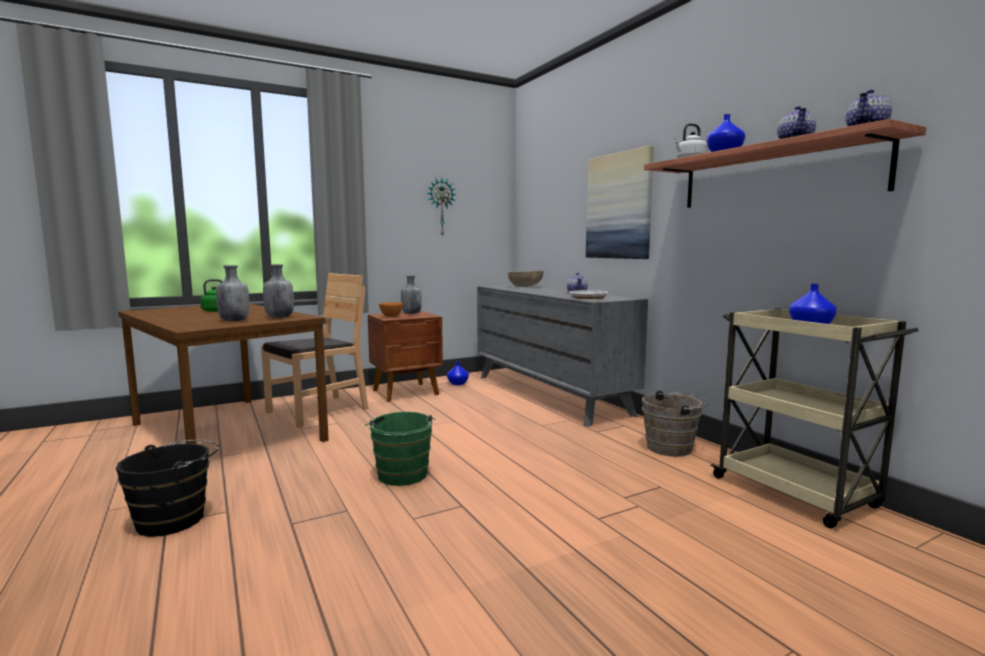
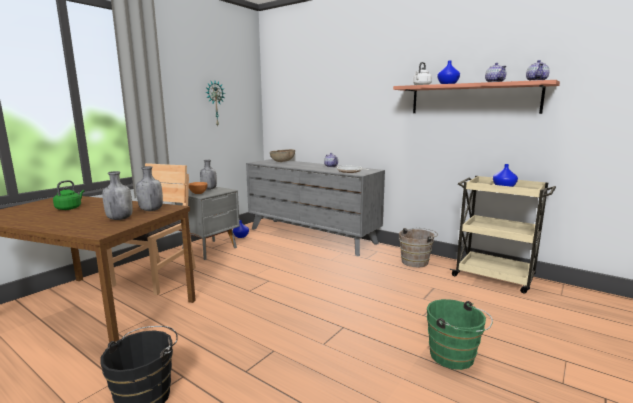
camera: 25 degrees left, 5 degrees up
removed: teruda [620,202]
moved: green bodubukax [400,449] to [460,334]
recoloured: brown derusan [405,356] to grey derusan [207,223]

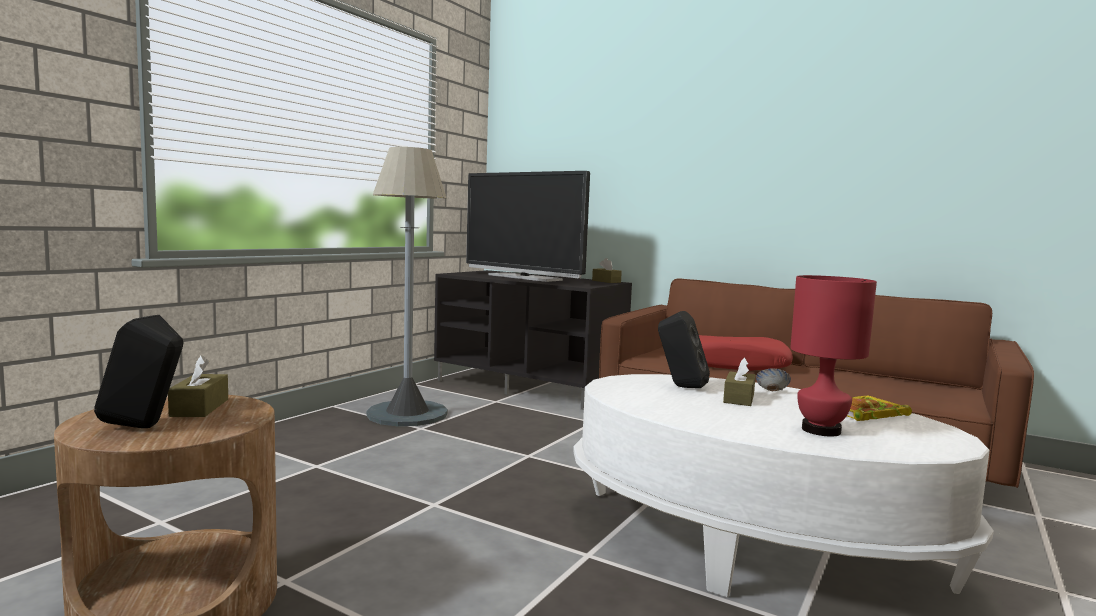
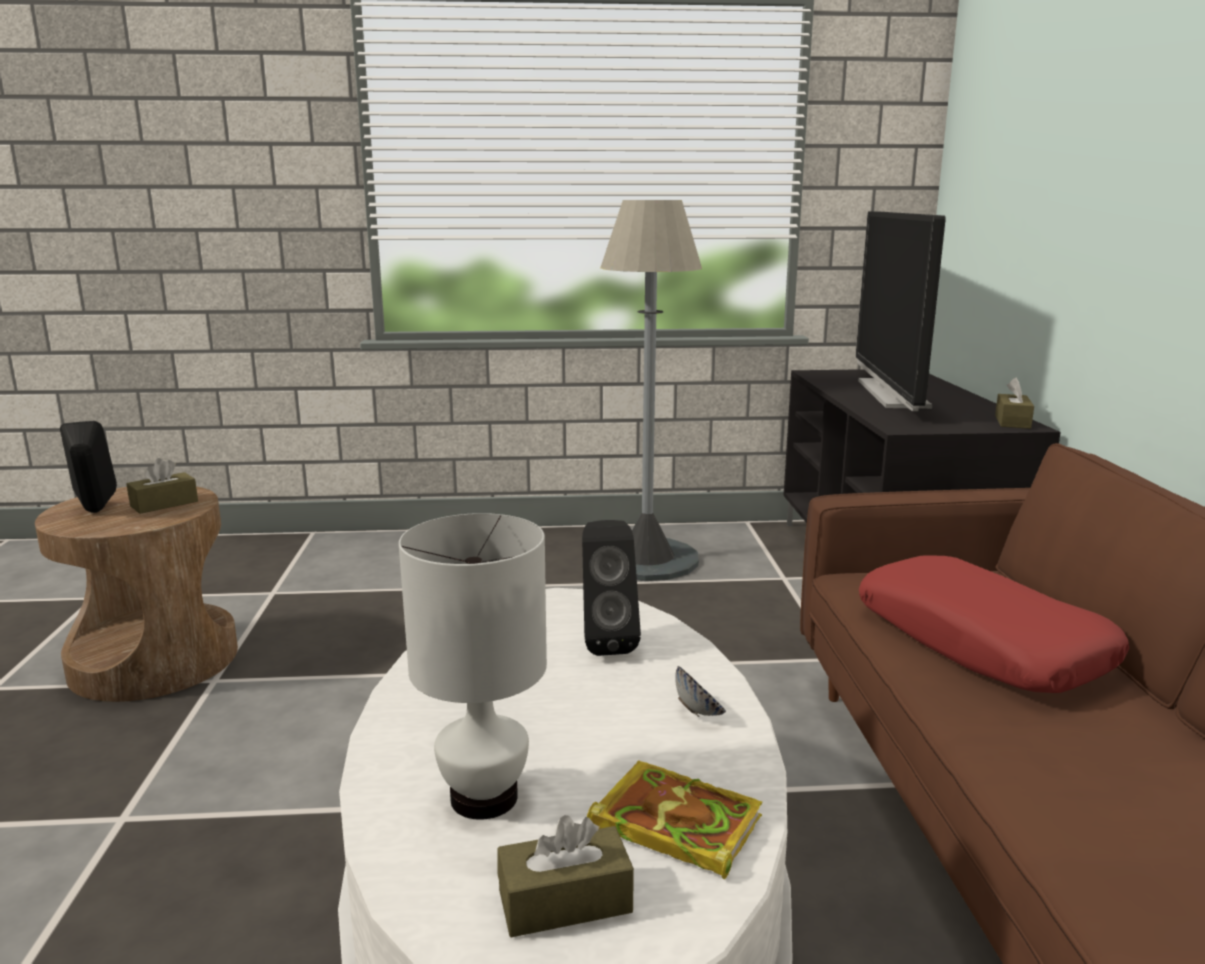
camera: 55 degrees right, 10 degrees up
moved: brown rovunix [739,381] to [566,876]
recoloured: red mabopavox [833,356] to white mabopavox [473,666]

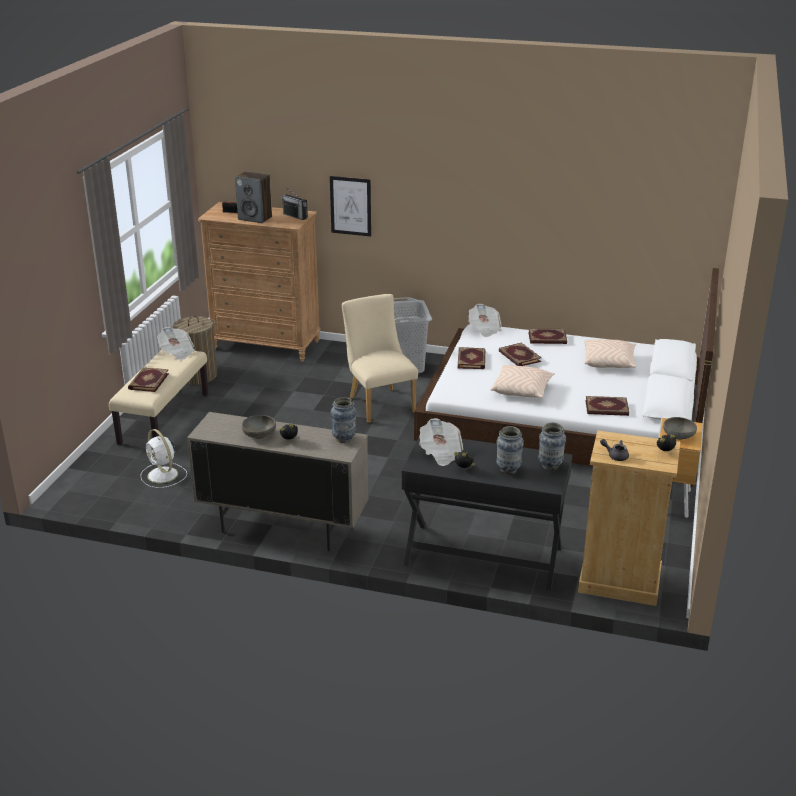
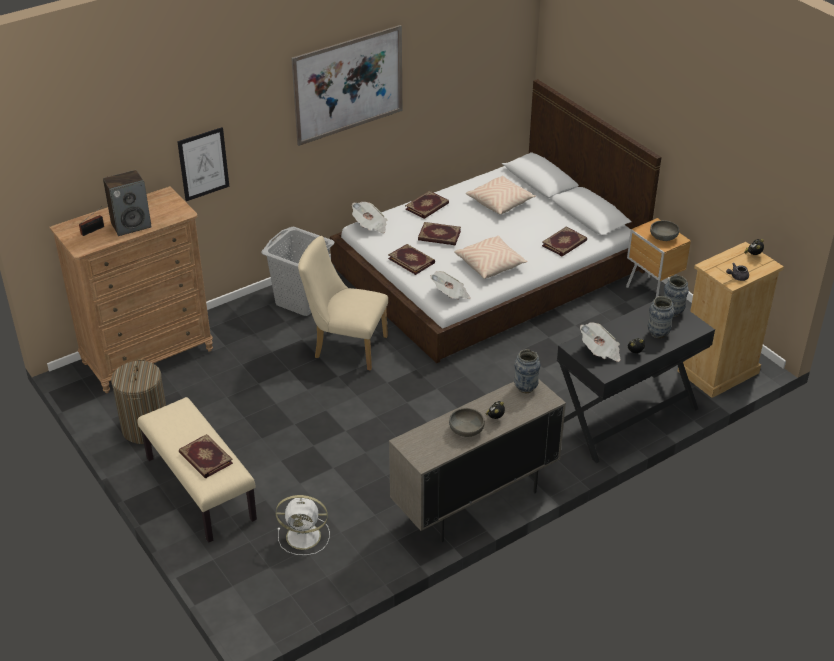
camera: 50 degrees left, 10 degrees up
removed: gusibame [294,204]
added: teruda [346,85]
moved: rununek [176,343] to [450,285]

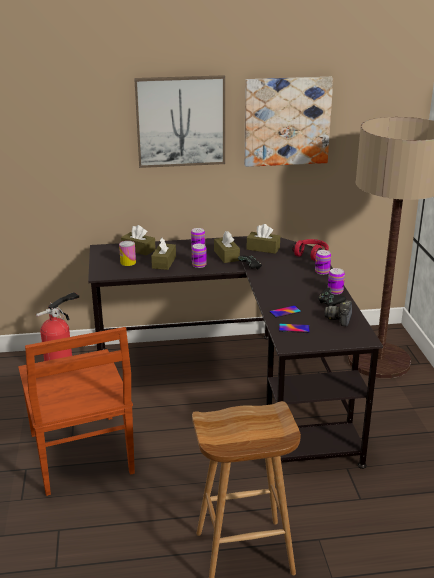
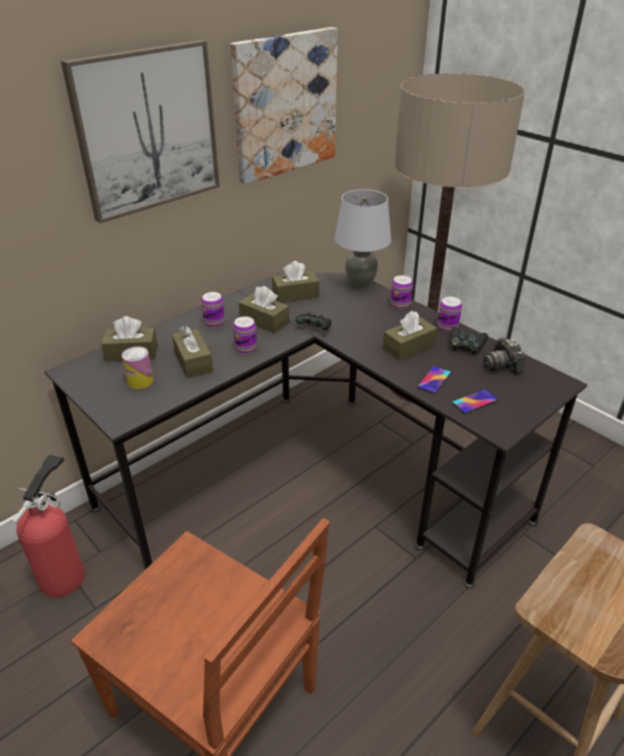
camera: 35 degrees left, 10 degrees up
added: brown rovunix [410,335]
replaced: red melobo [310,250] to grey mabopavox [362,239]

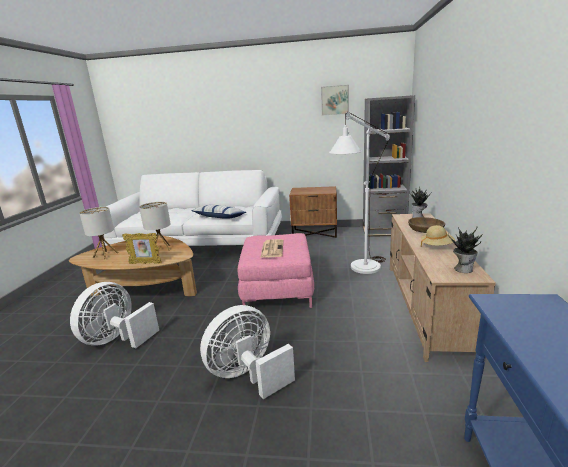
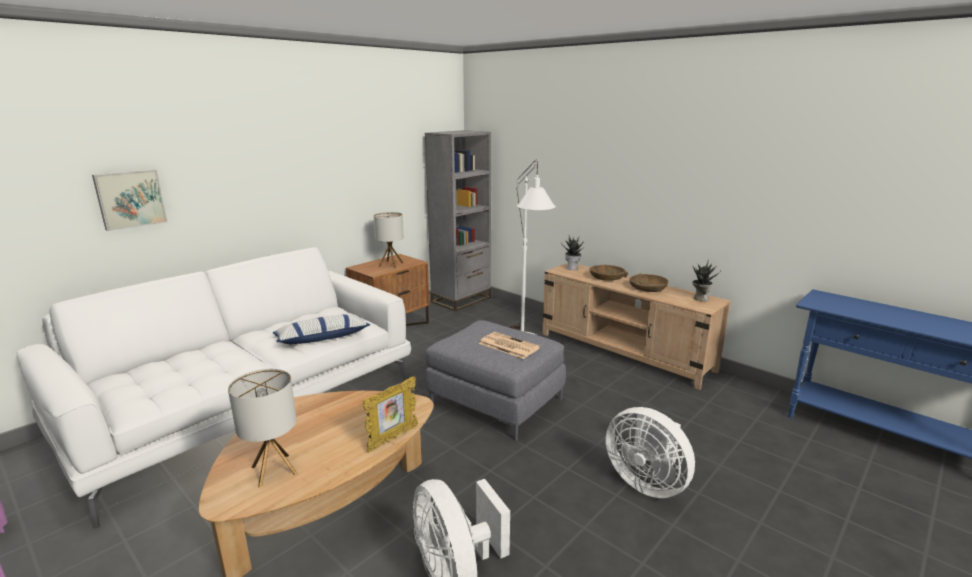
camera: 55 degrees left, 0 degrees up
moved: mabopavox [155,226] to [388,240]; teruda [335,100] to [129,200]
replaced: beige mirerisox [438,236] to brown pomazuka [649,283]
recoloured: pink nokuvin [276,272] to grey nokuvin [495,380]
turned: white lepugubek [247,352] = [650,452] 45 degrees counterclockwise

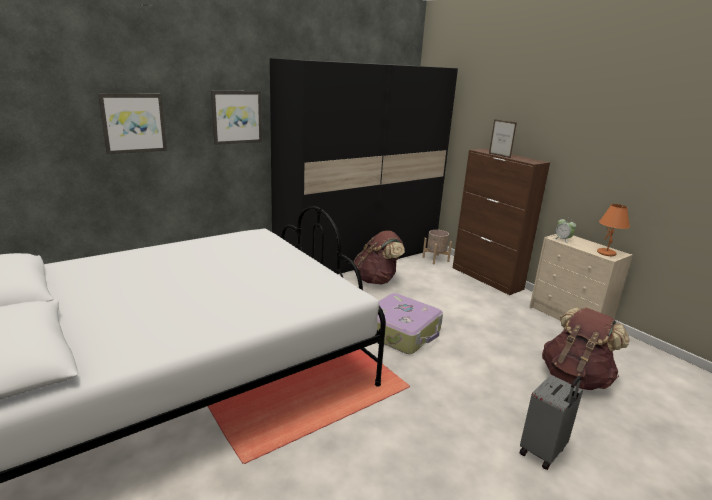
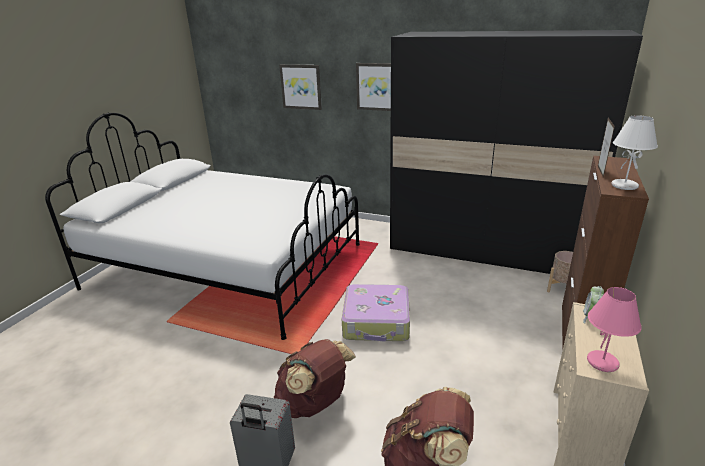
camera: 60 degrees right, 5 degrees up
added: white mabopavox [634,152]
moved: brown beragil [379,258] to [315,378]
recoloured: orange mabopavox [613,230] to pink mabopavox [614,329]

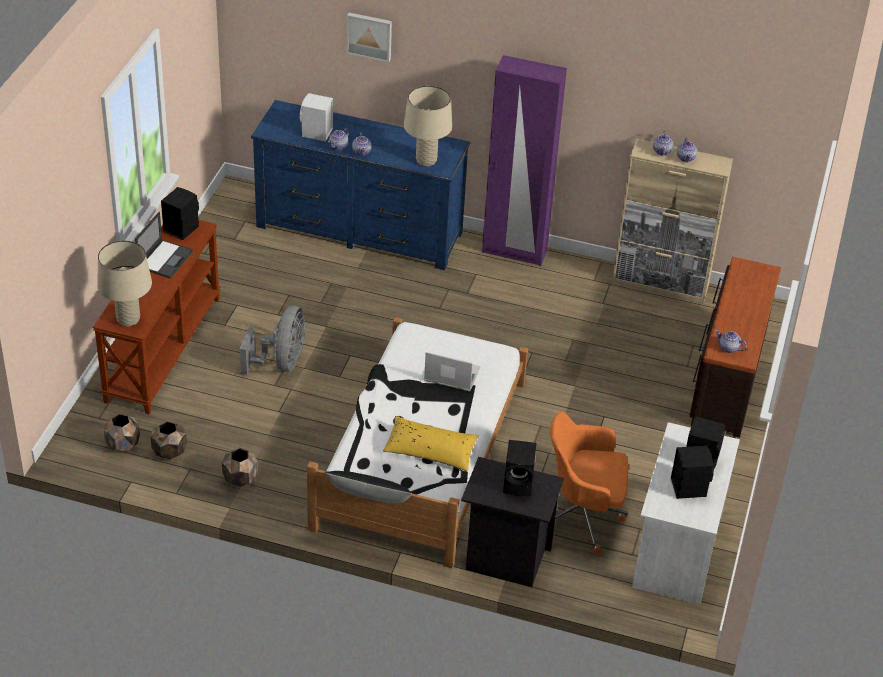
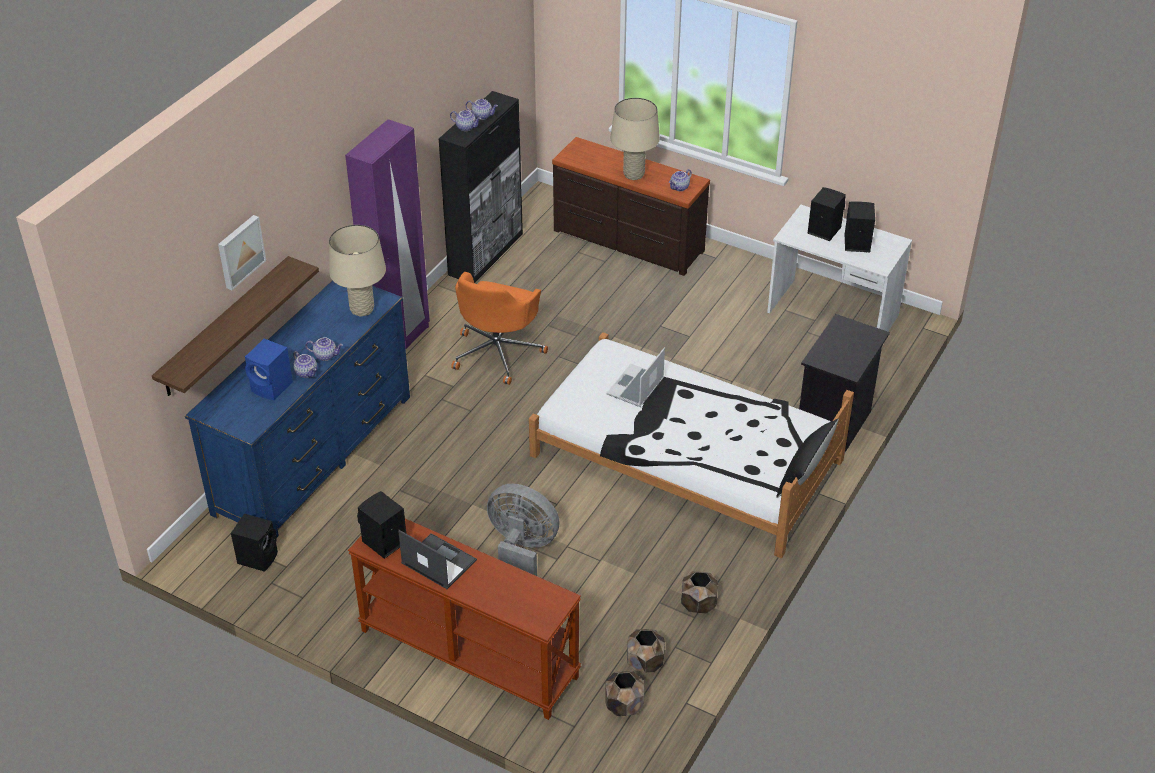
camera: 75 degrees left, 0 degrees up
removed: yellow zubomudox [431,443]
added: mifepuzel [235,326]
moved: beige mabopavox [124,284] to [635,139]; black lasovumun [520,468] to [254,543]; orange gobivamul [589,483] to [499,328]
recoloured: white lasovumun [316,117] to blue lasovumun [269,369]; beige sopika [672,221] to black sopika [481,187]

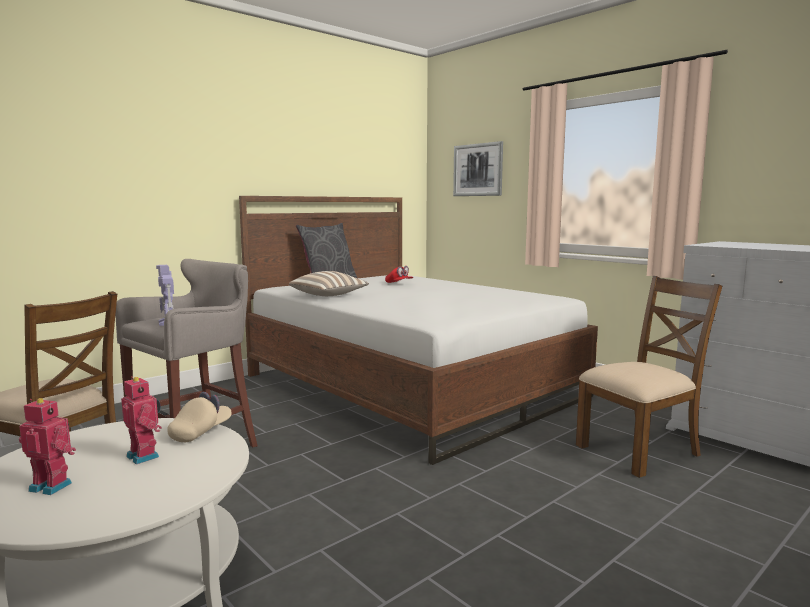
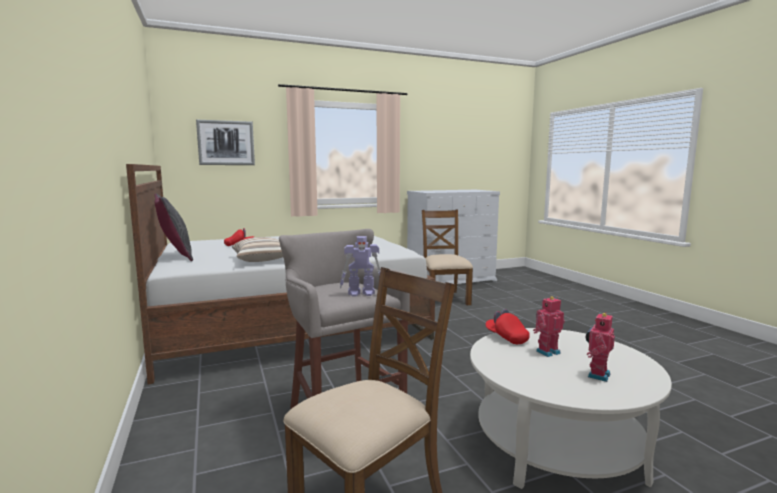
camera: 70 degrees left, 0 degrees up
recoloured: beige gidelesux [200,417] to red gidelesux [507,326]

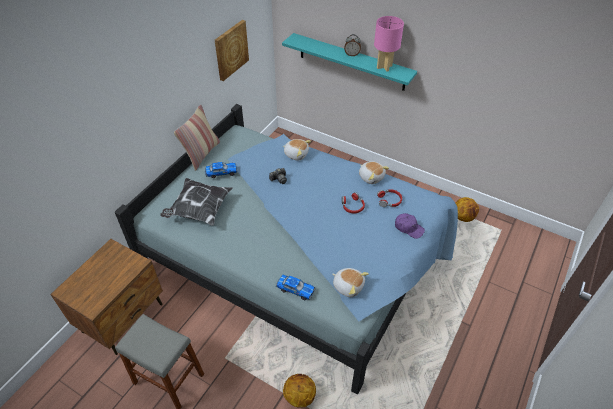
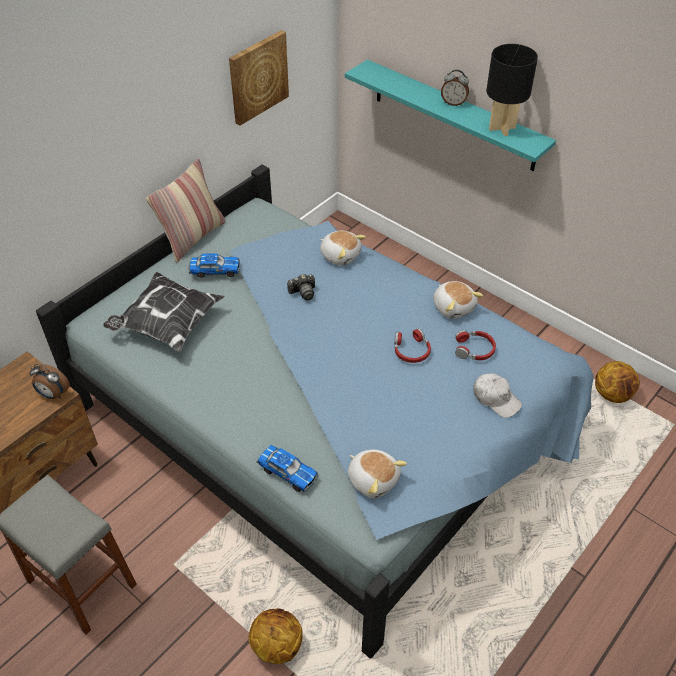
camera: 10 degrees right, 0 degrees up
added: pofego [49,381]
recoloured: pink mabopavox [389,43] to black mabopavox [512,90]; purple gidelesux [410,226] to white gidelesux [497,395]

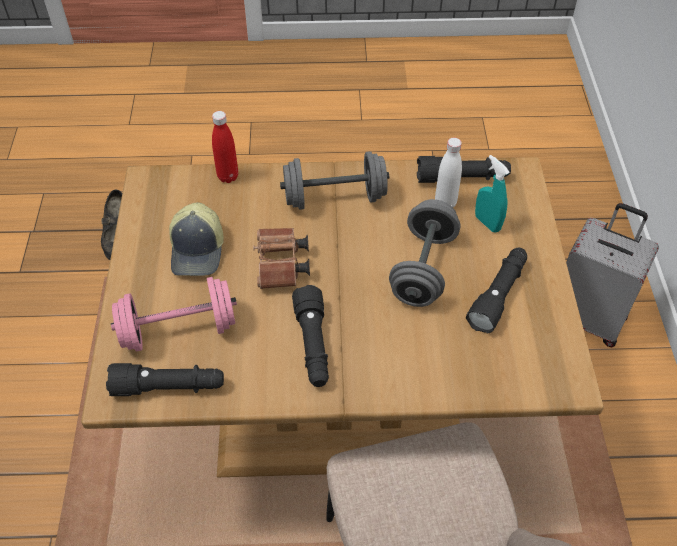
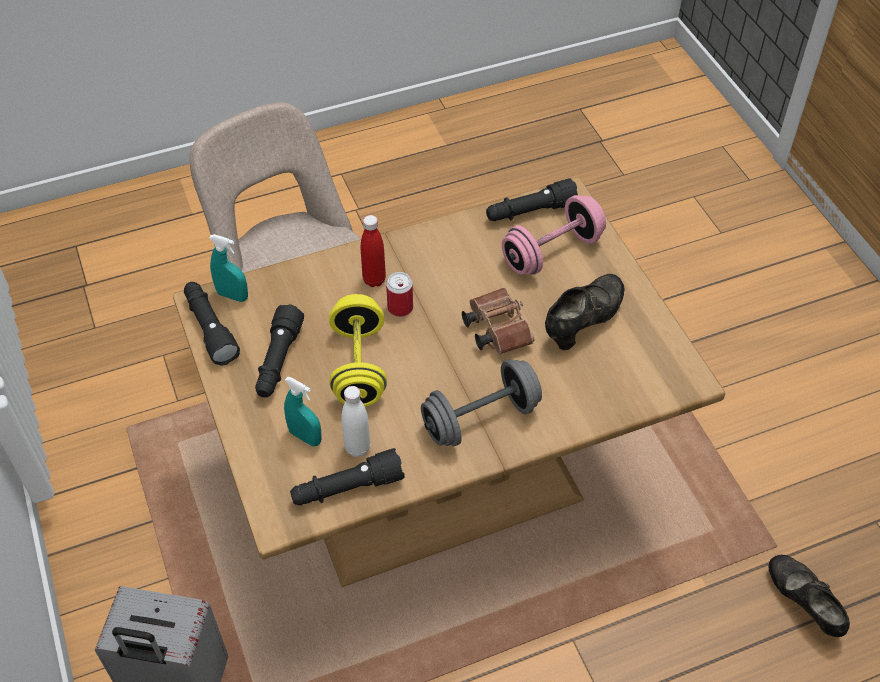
camera: 160 degrees right, 0 degrees up
added: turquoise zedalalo [228,268]; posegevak [399,294]
moved: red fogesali [225,147] to [373,251]; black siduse [310,336] to [212,324]
replaced: gidelesux [196,239] to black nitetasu [585,312]
recoloured: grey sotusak [424,253] to yellow sotusak [358,350]

